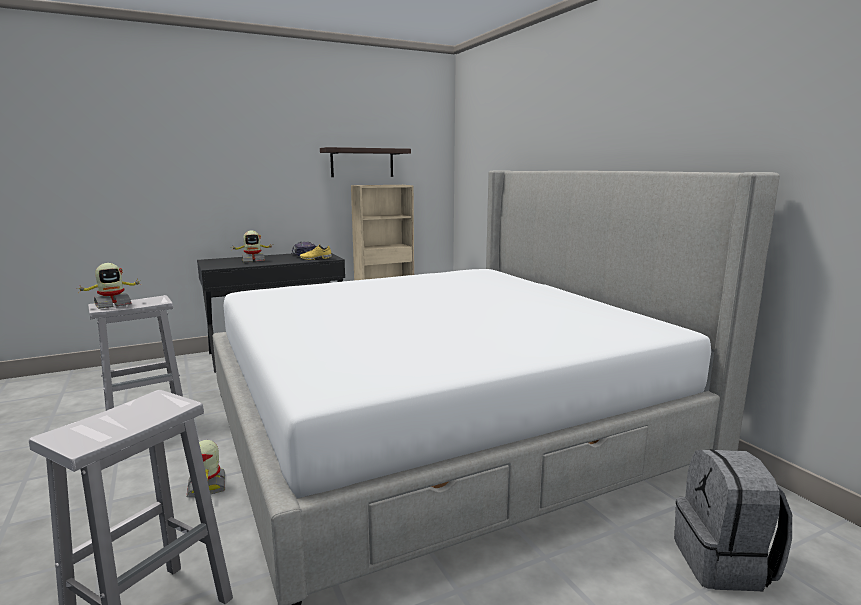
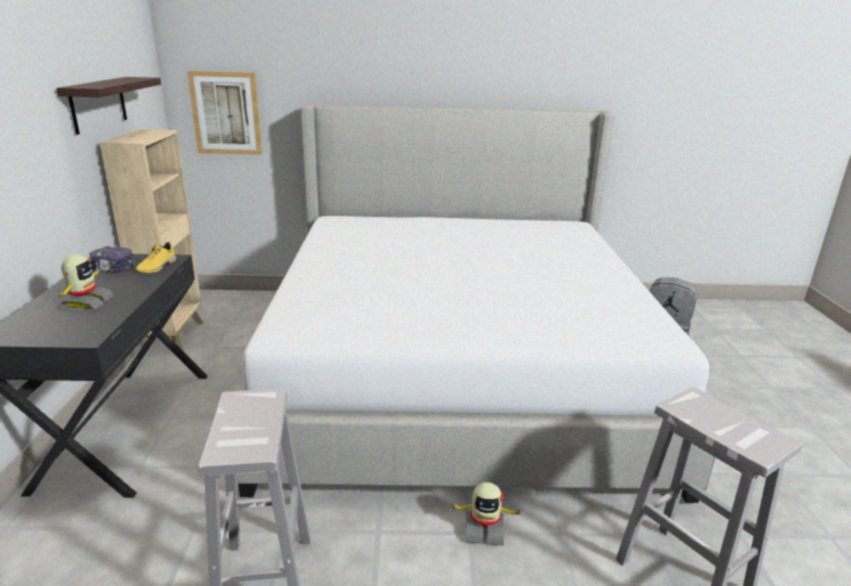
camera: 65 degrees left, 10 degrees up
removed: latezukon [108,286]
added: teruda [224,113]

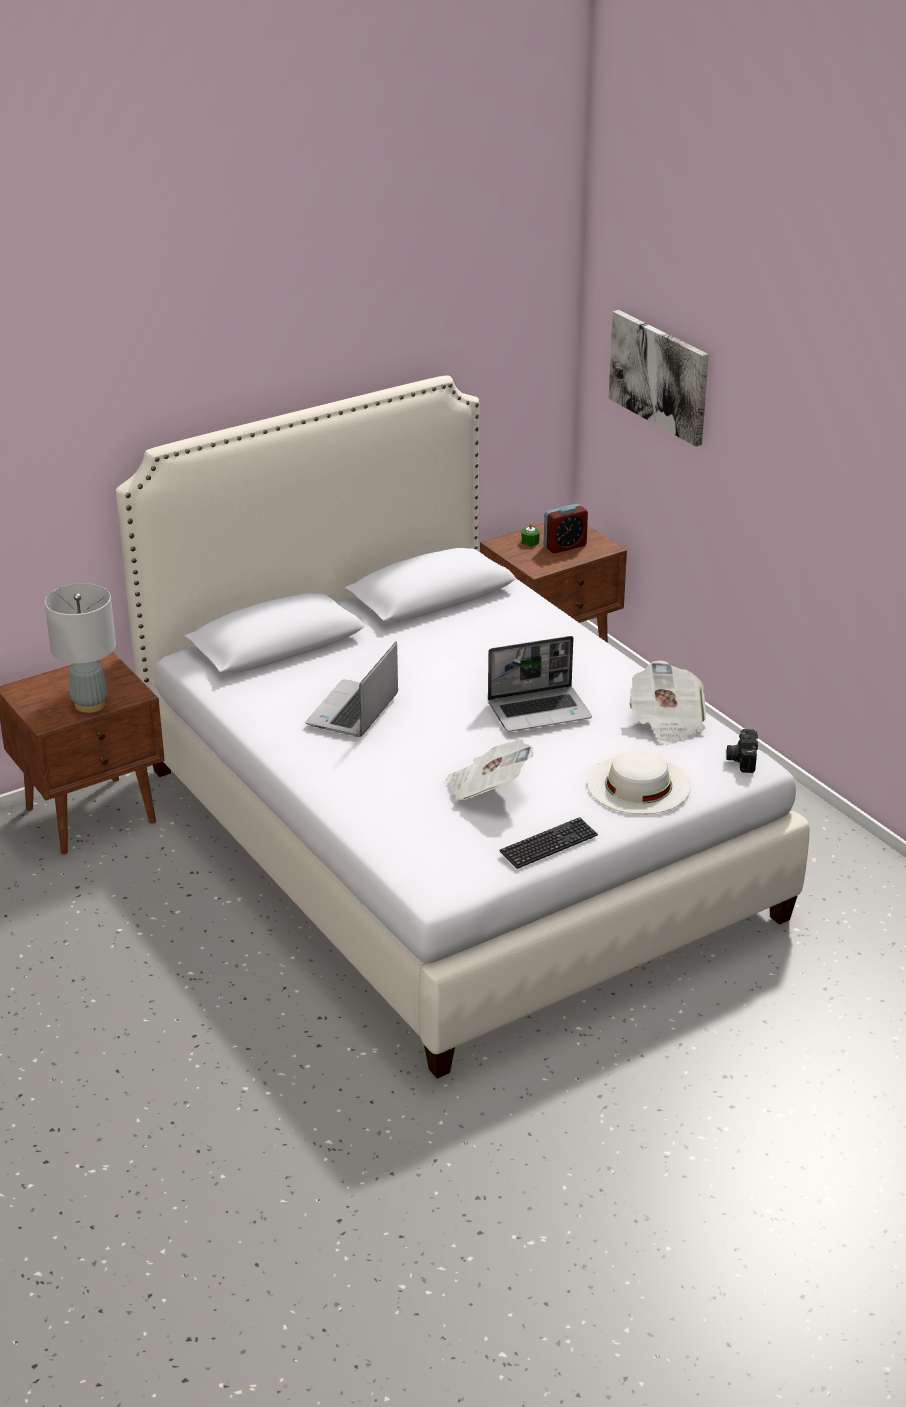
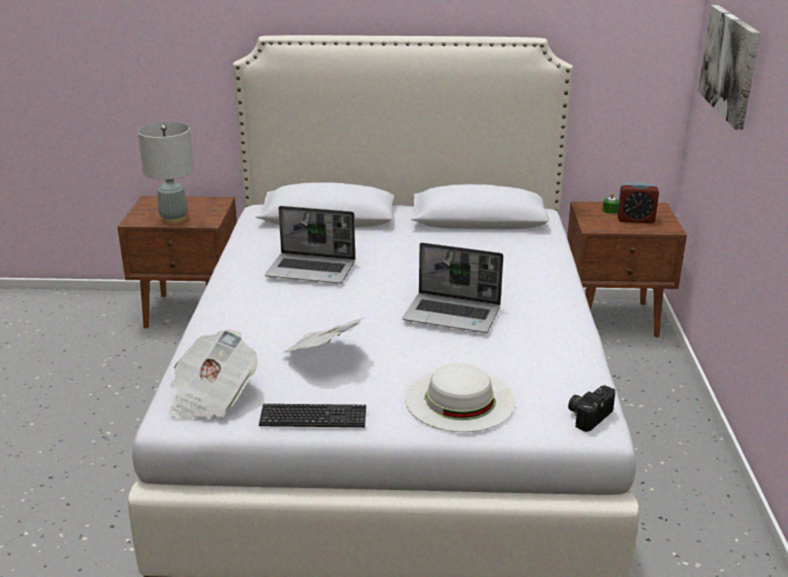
camera: 35 degrees right, 5 degrees down
moved: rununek [667,703] to [213,374]
turned: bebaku [352,689] = [310,245] 135 degrees counterclockwise

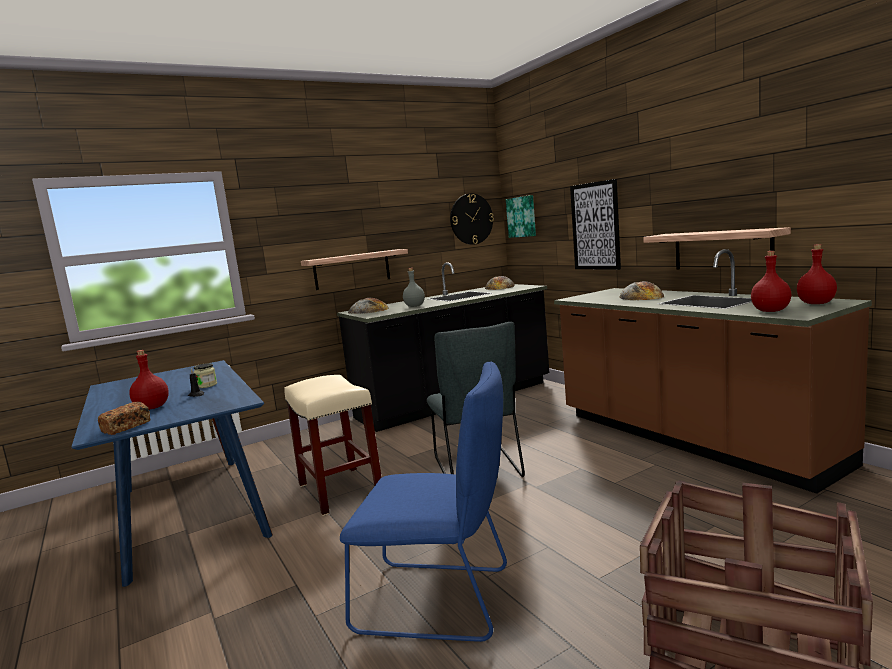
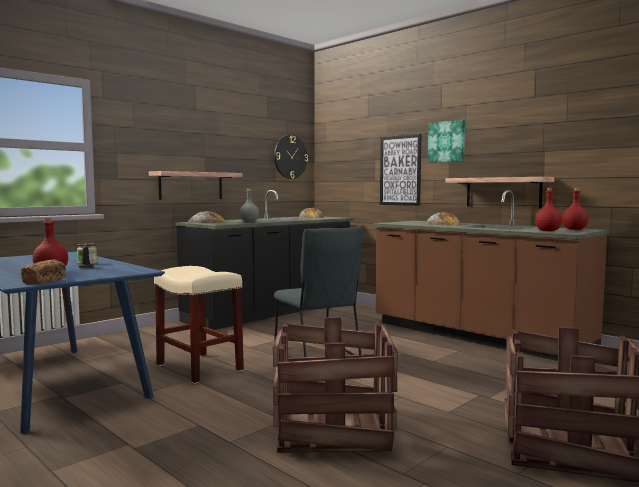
camera: 15 degrees left, 5 degrees down
moved: teruda [521,216] to [446,141]
replaced: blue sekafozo [423,502] to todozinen [335,385]

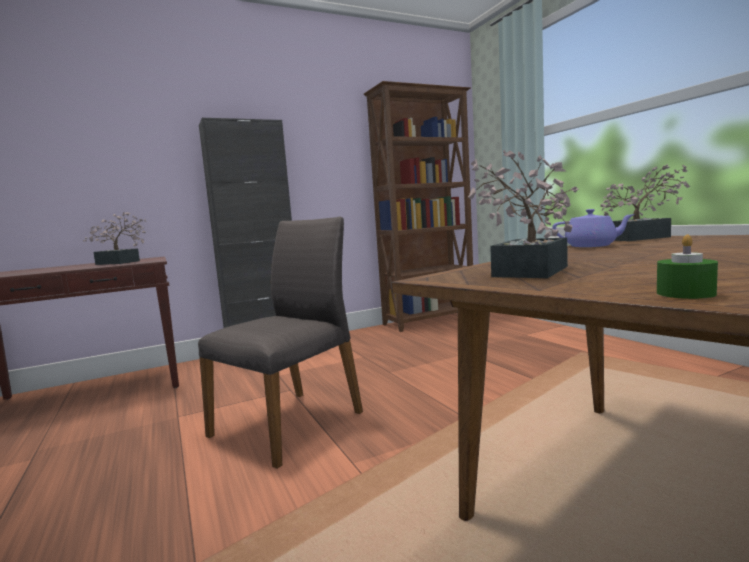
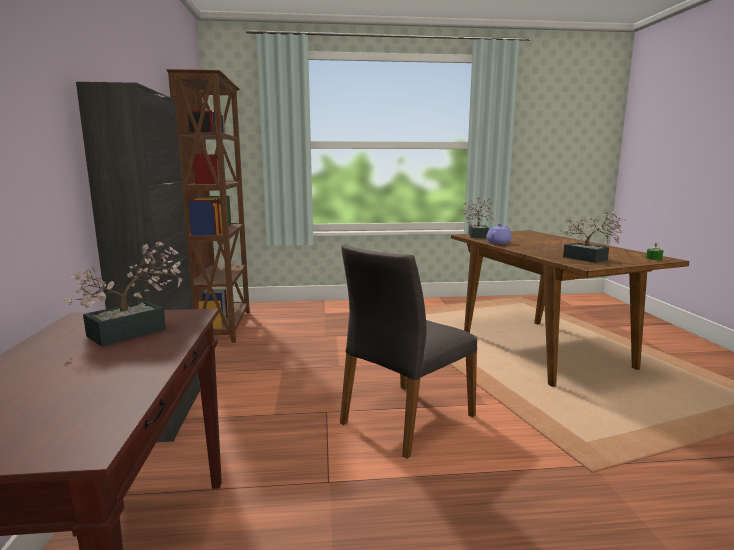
camera: 70 degrees left, 5 degrees up
turned: grey sekafozo [280,343] = [408,351] 105 degrees counterclockwise

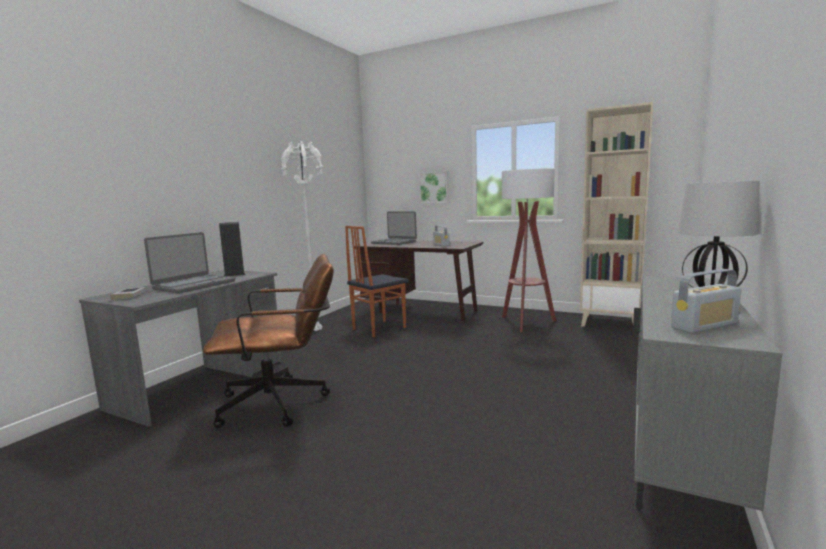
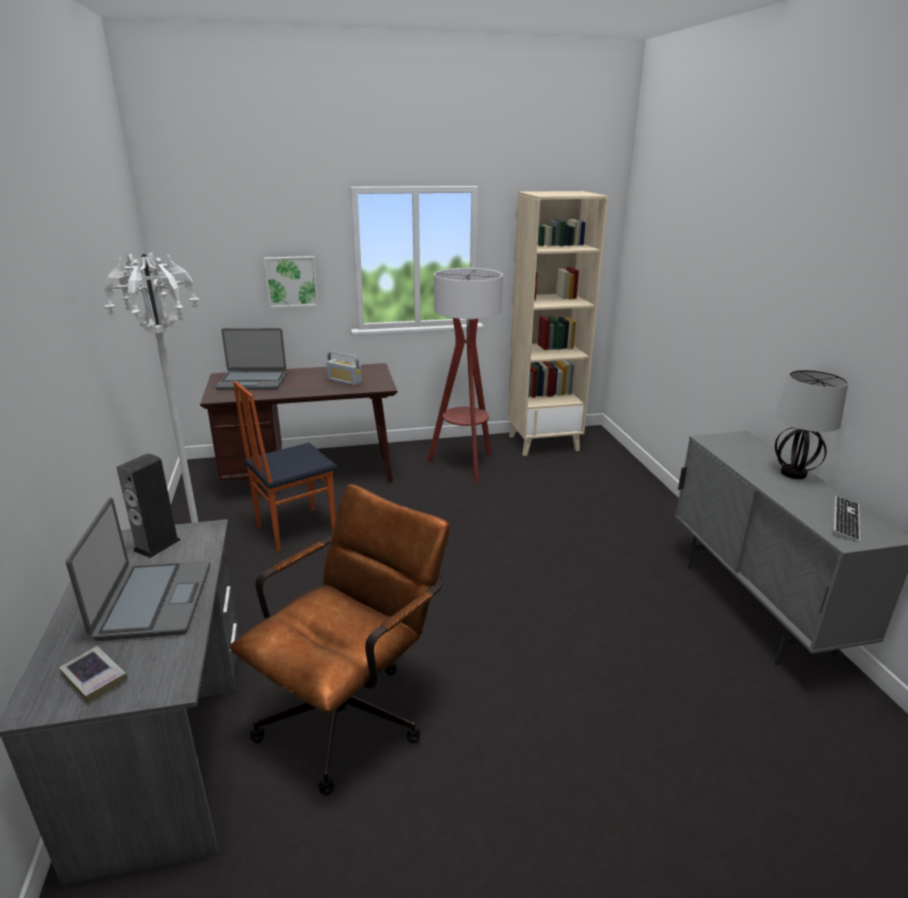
camera: 40 degrees left, 15 degrees up
replaced: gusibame [706,301] to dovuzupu [846,519]
turned: sekafozo [377,281] = [285,466] 45 degrees clockwise

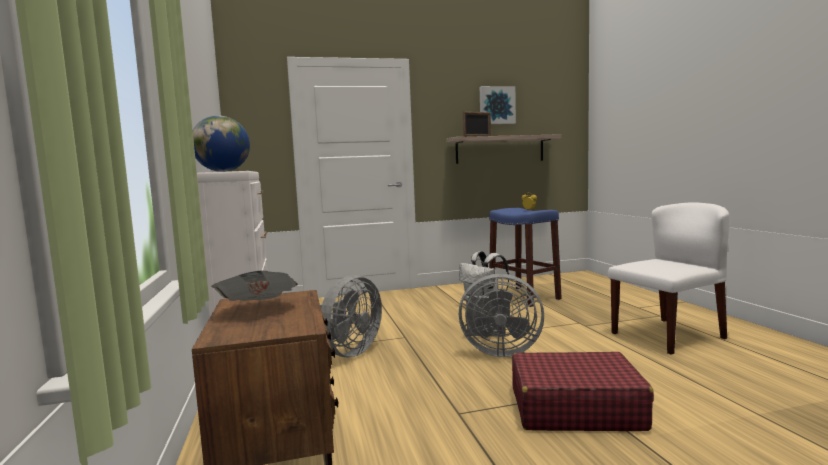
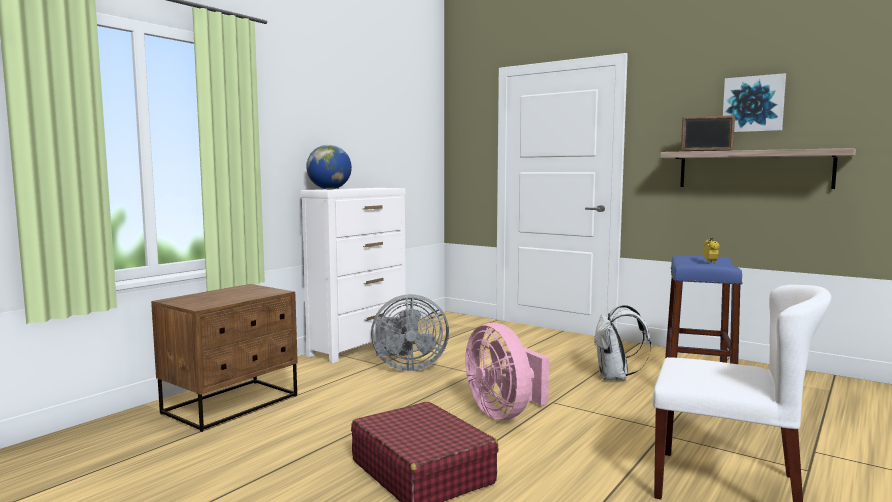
camera: 50 degrees right, 0 degrees up
removed: rununek [254,286]
recoloured: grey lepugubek [501,315] to pink lepugubek [507,371]

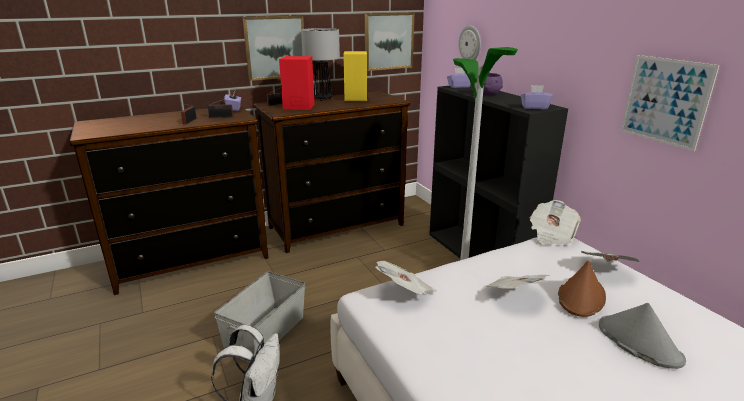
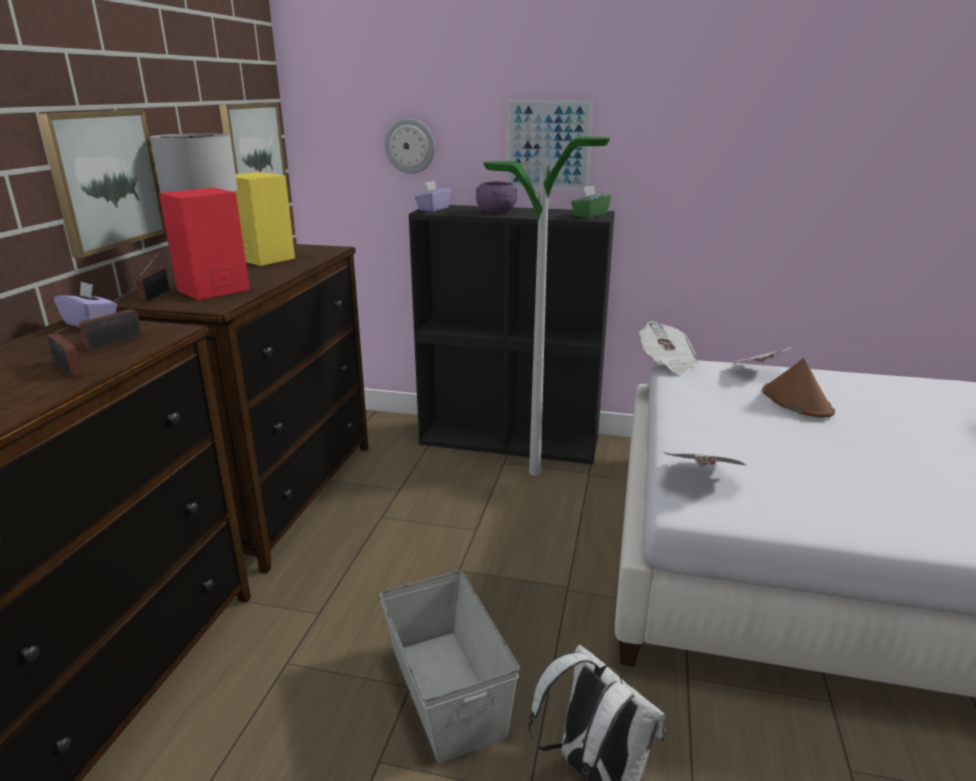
camera: 50 degrees left, 0 degrees up
removed: rununek [518,282]; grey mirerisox [642,336]
moved: teruda [670,103] to [549,145]
recoloured: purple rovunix [537,97] to green rovunix [591,201]

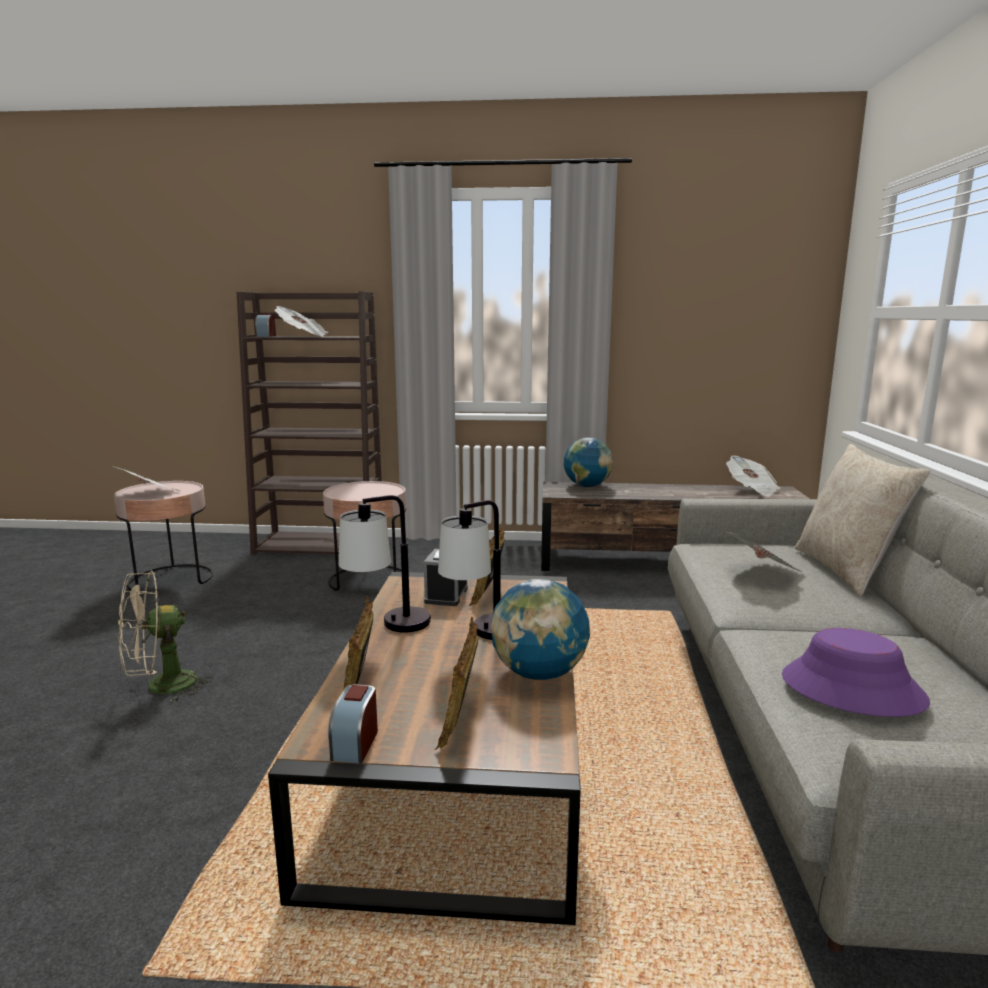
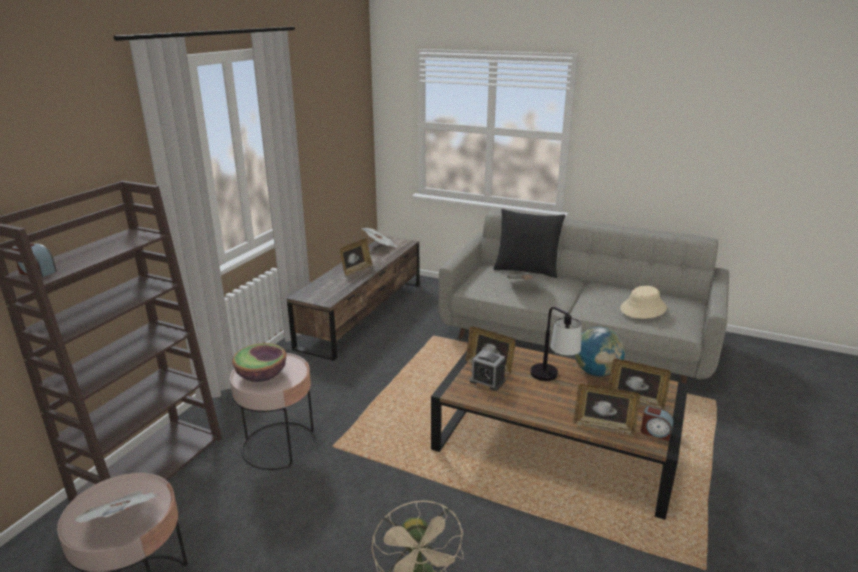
camera: 70 degrees left, 10 degrees up
removed: rununek [301,321]; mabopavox [385,563]; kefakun [588,462]
added: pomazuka [259,362]; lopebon [356,257]
recoloured: purple mirerisox [856,672] to beige mirerisox [643,302]; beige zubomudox [862,520] to black zubomudox [529,243]

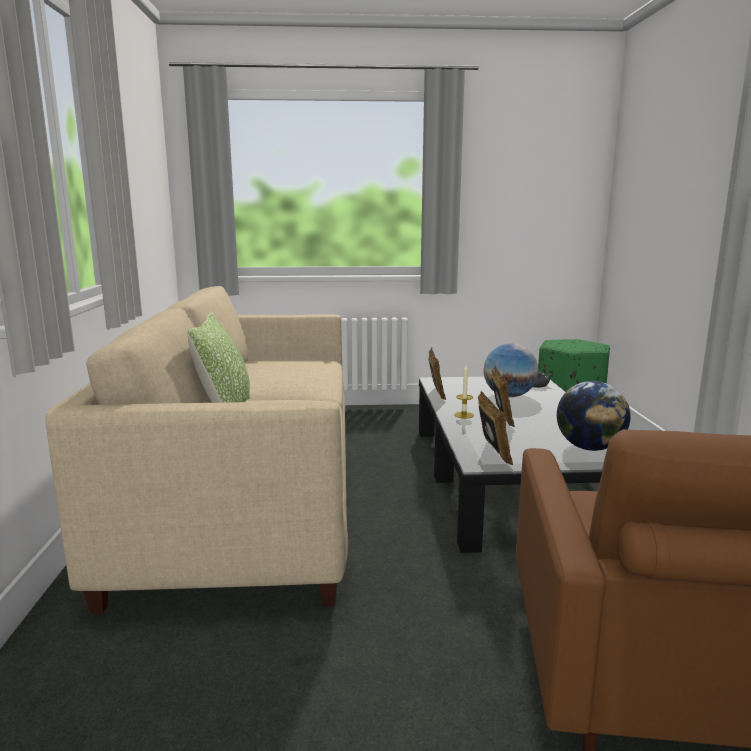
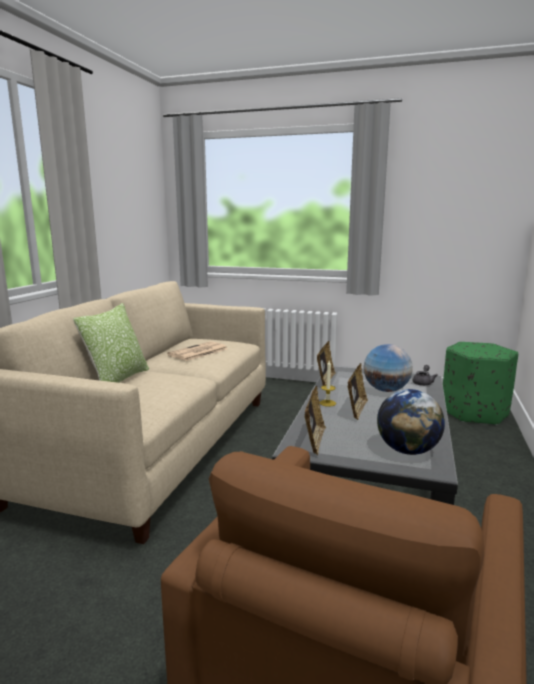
camera: 20 degrees right, 0 degrees up
added: rununek [197,351]

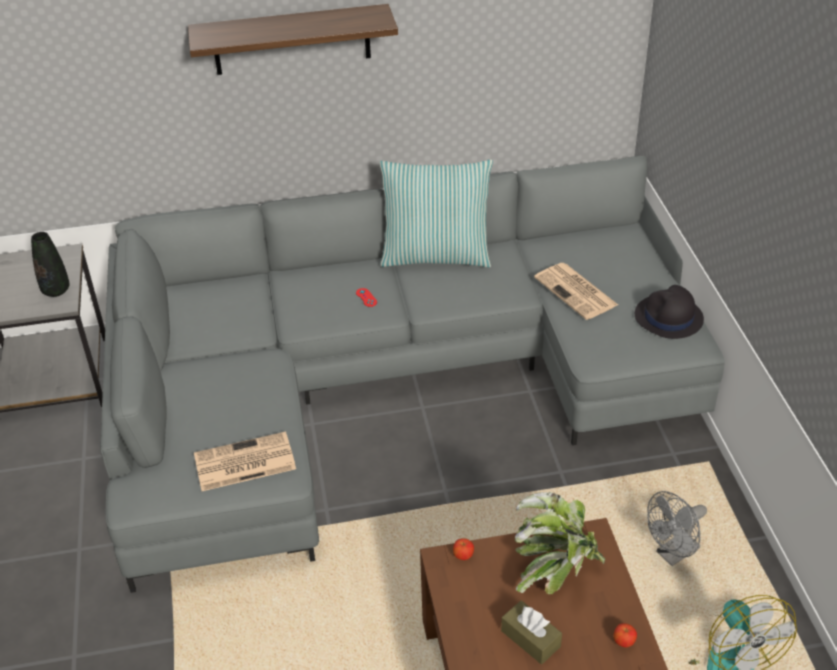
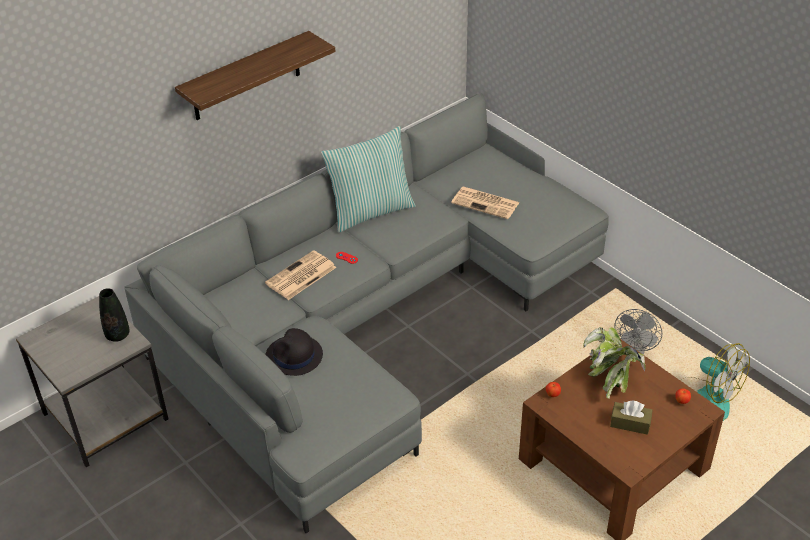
camera: 30 degrees left, 0 degrees up
moved: rununek [245,461] to [300,275]; black mirerisox [669,312] to [294,352]

